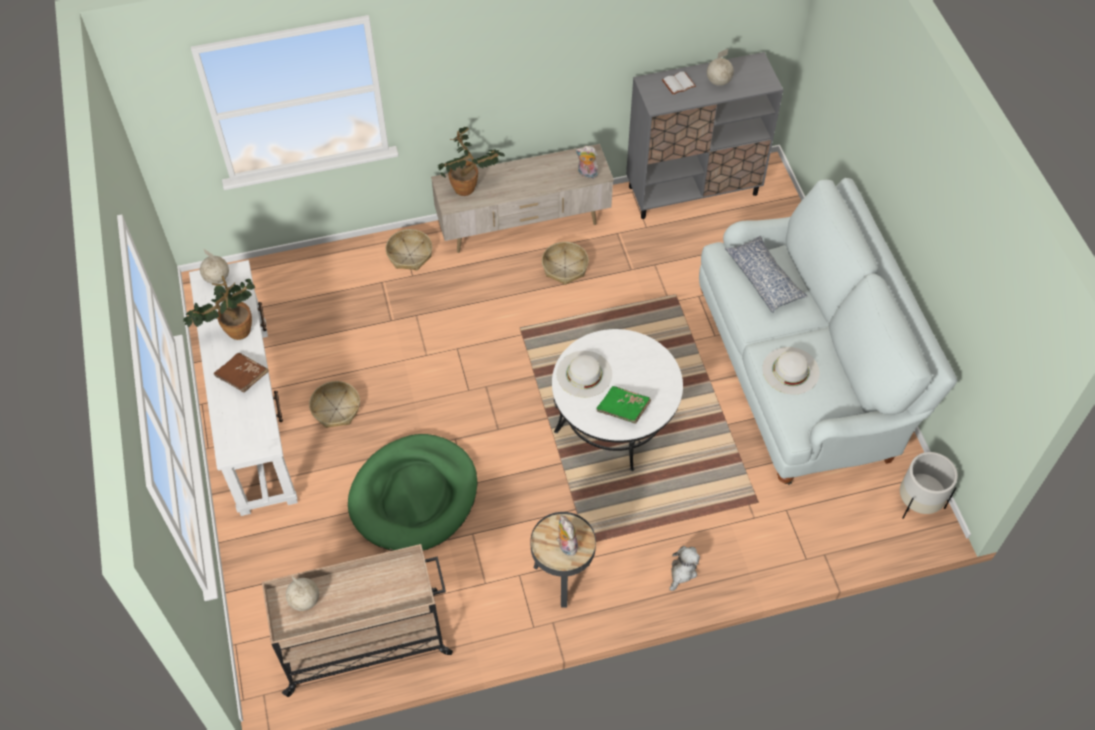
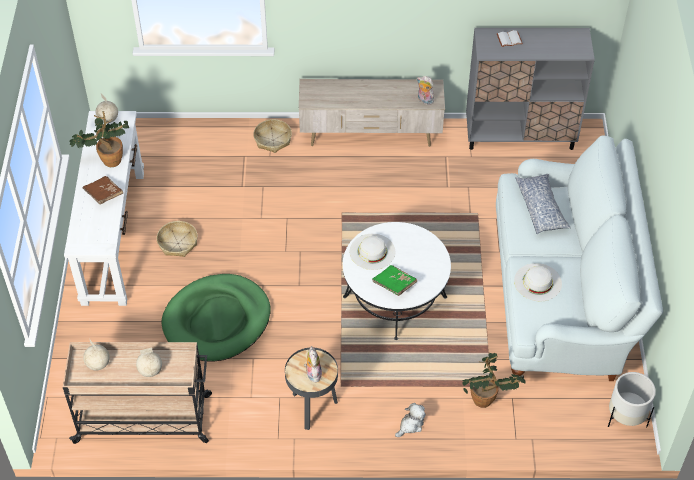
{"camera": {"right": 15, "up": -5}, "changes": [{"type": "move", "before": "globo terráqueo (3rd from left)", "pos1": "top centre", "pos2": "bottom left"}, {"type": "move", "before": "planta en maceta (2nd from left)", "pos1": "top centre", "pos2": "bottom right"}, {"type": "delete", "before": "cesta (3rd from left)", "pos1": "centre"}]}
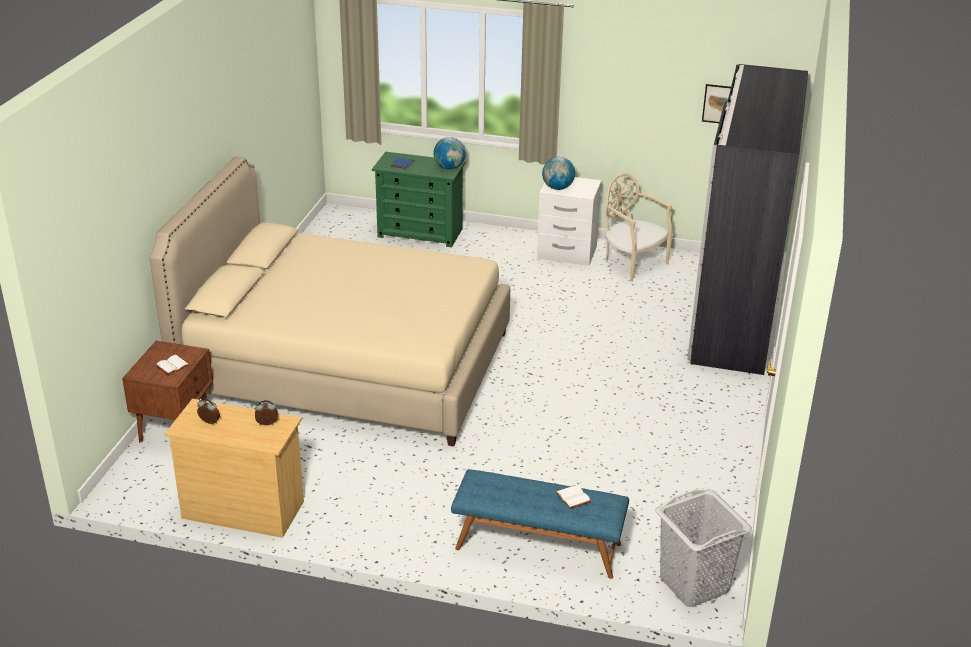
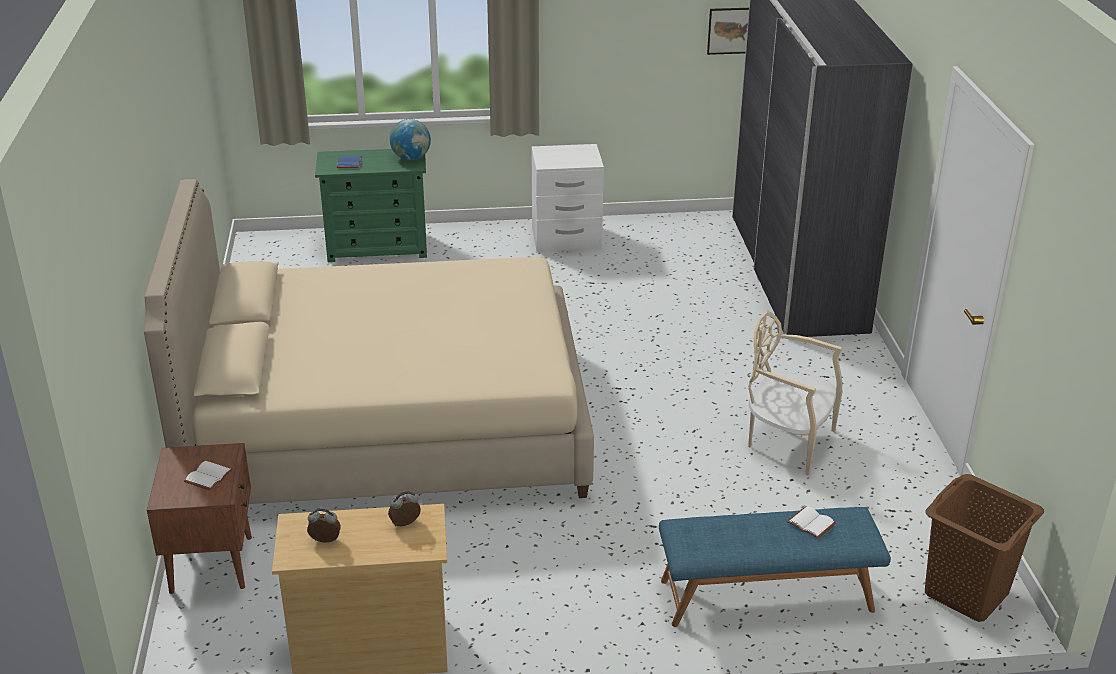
{"camera": {"right": -20, "up": 0}, "changes": [{"type": "move", "before": "silla [beis]", "pos1": "centre", "pos2": "middle right"}, {"type": "recolor", "before": "cesto de la ropa [gris]", "after": "cesto de la ropa [marrón]", "pos1": "bottom right", "pos2": "bottom right"}, {"type": "delete", "before": "globo terráqueo (2nd from left)", "pos1": "top centre"}]}
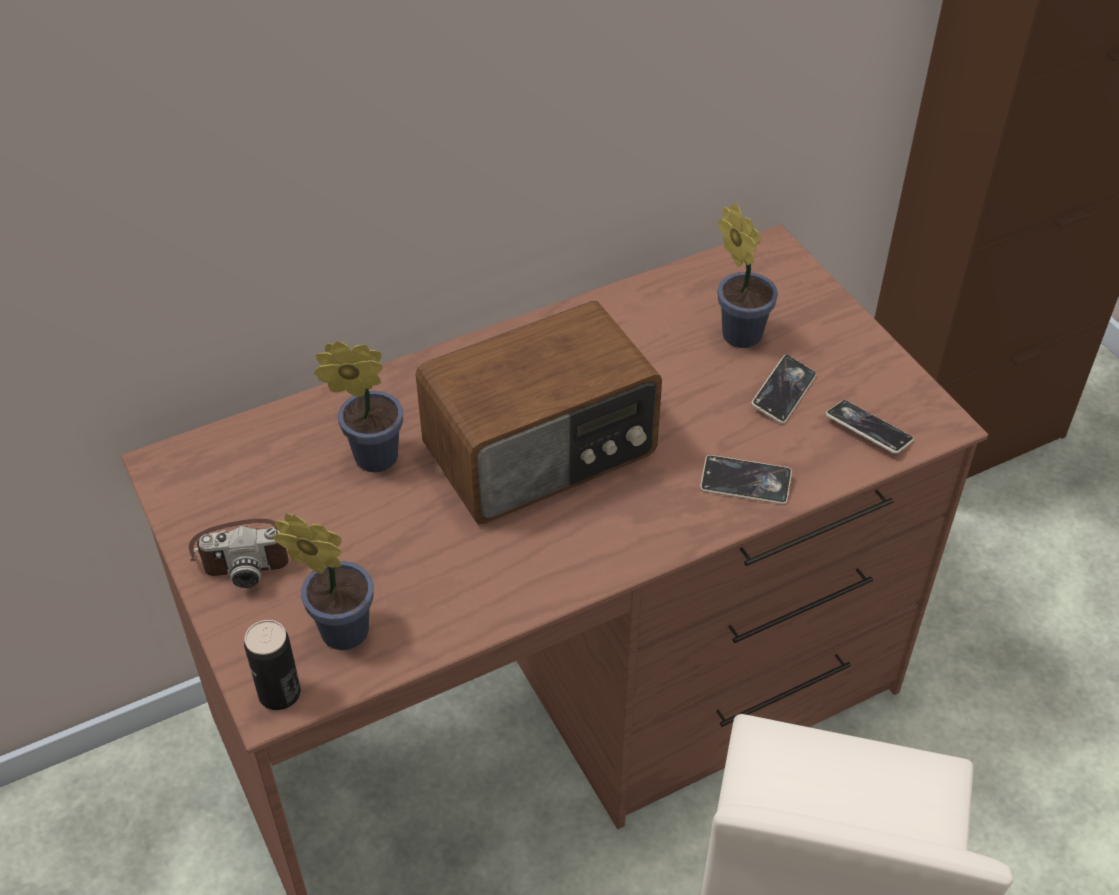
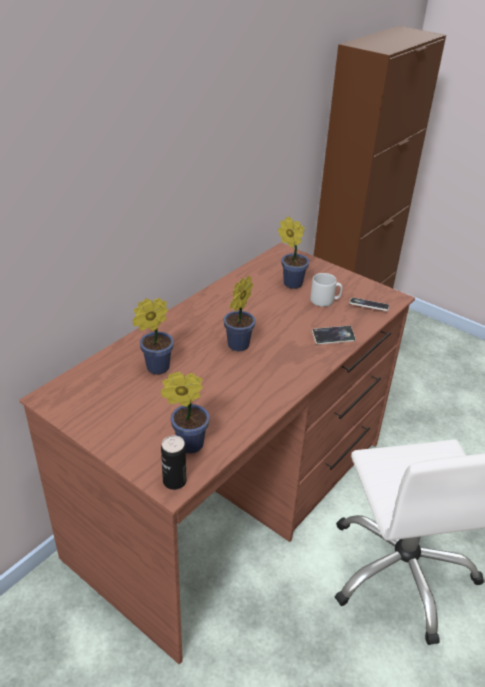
{"camera": {"right": -25, "up": -10}, "changes": [{"type": "replace", "before": "radio", "after": "planta en maceta (3rd from left)", "pos1": "centre", "pos2": "centre"}, {"type": "replace", "before": "móvil (2nd from left)", "after": "taza grande [gris]", "pos1": "middle right", "pos2": "middle right"}, {"type": "delete", "before": "cámara", "pos1": "middle left"}]}
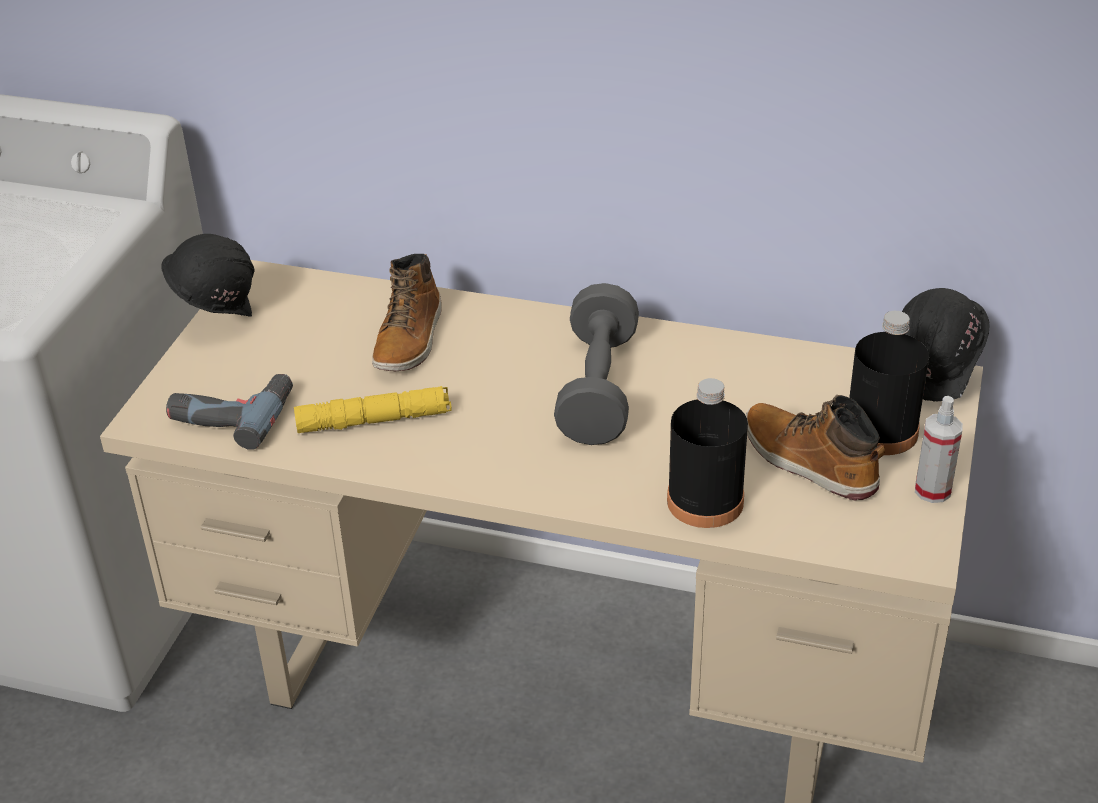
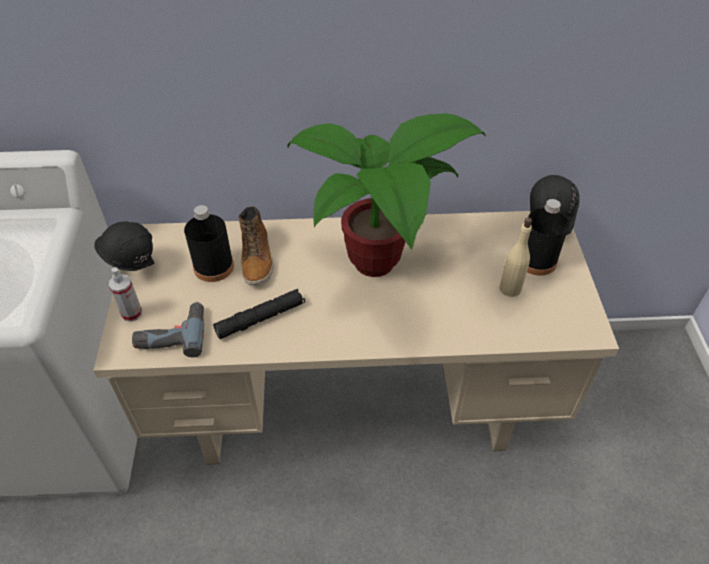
{"camera": {"right": -20, "up": 10}, "changes": [{"type": "move", "before": "pulverizador", "pos1": "middle right", "pos2": "middle left"}, {"type": "move", "before": "botella [negro] (1st from left)", "pos1": "centre", "pos2": "middle left"}, {"type": "recolor", "before": "linterna [amarillo]", "after": "linterna [negro]", "pos1": "centre", "pos2": "centre"}, {"type": "replace", "before": "mancuerna [gris]", "after": "planta en maceta", "pos1": "centre", "pos2": "centre"}, {"type": "replace", "before": "bota (2nd from left)", "after": "botella [beis]", "pos1": "middle right", "pos2": "middle right"}]}
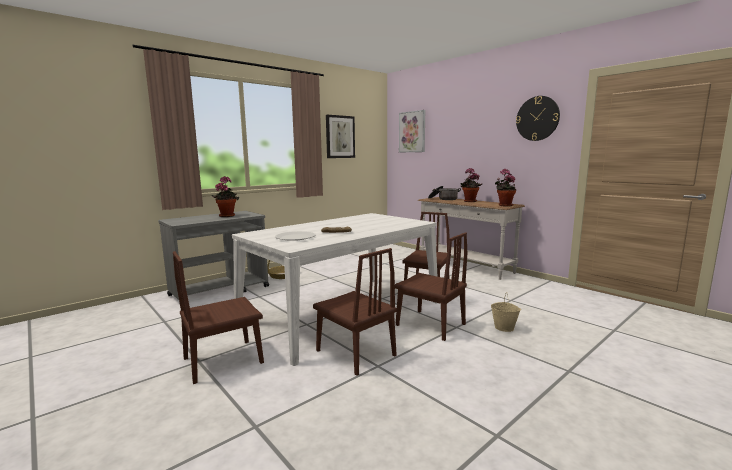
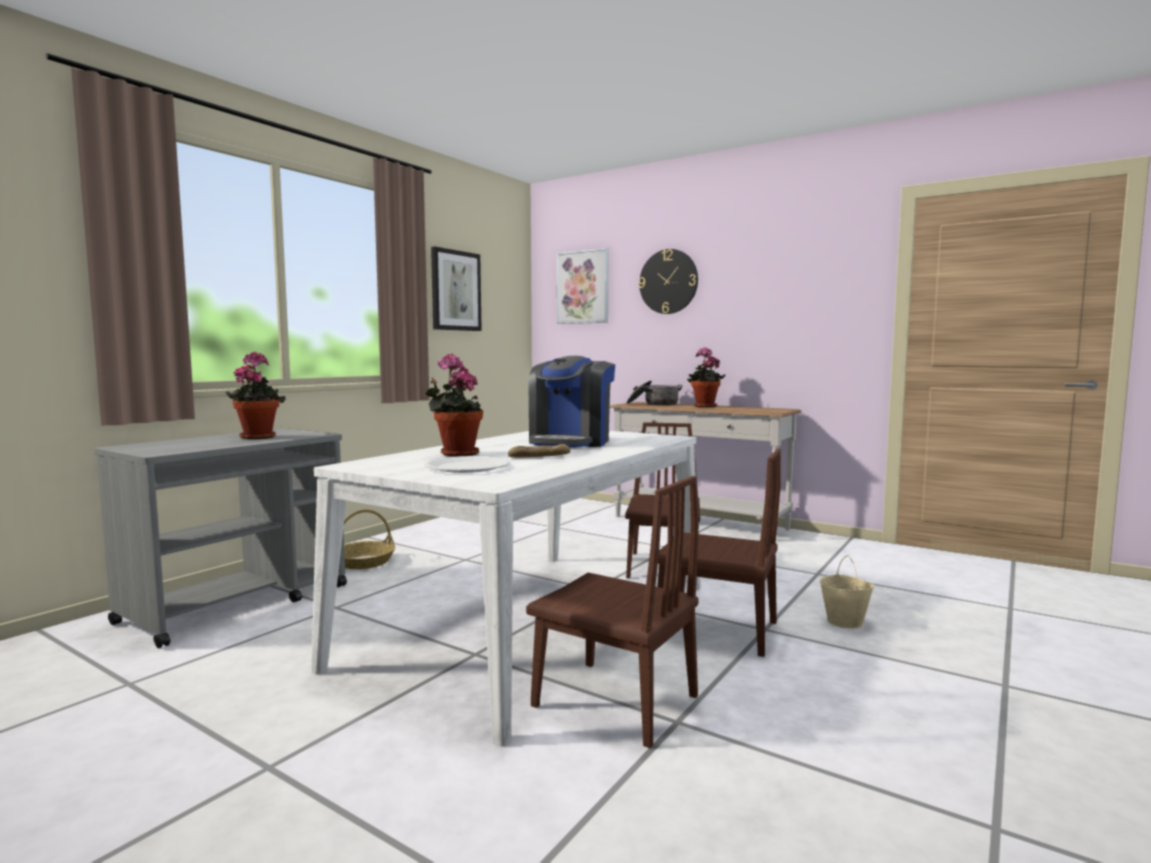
{"camera": {"right": -15, "up": -5}, "changes": [{"type": "move", "before": "planta en maceta (3rd from left in the first image)", "after": "planta en maceta (2nd from left)", "pos1": "middle right", "pos2": "centre"}, {"type": "insert", "after": "cafetera", "pos2": "centre"}, {"type": "move", "before": "reloj de pared", "pos1": "top right", "pos2": "top centre"}, {"type": "delete", "before": "silla [marrón] (1st from left)", "pos1": "bottom left"}]}
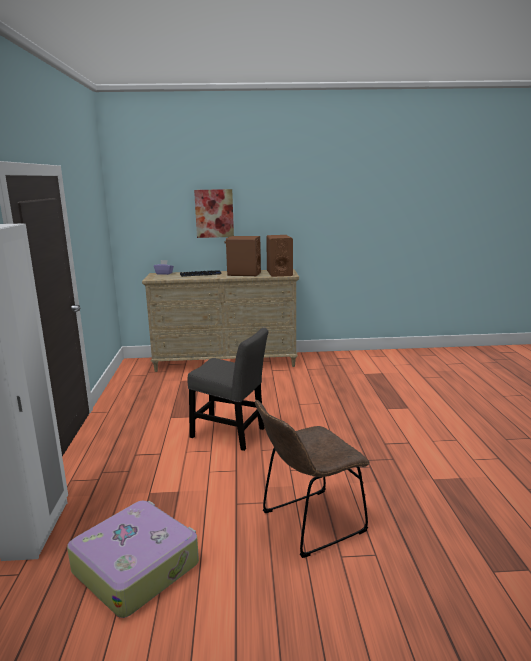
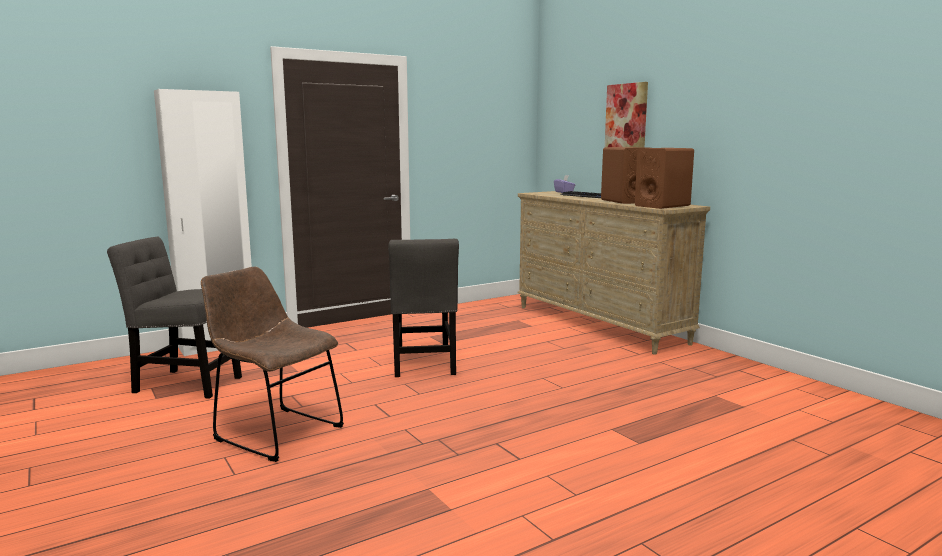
{"camera": {"right": 60, "up": -5}, "changes": [{"type": "replace", "before": "maleta", "after": "silla [gris] (1st from left)", "pos1": "bottom left", "pos2": "middle left"}]}
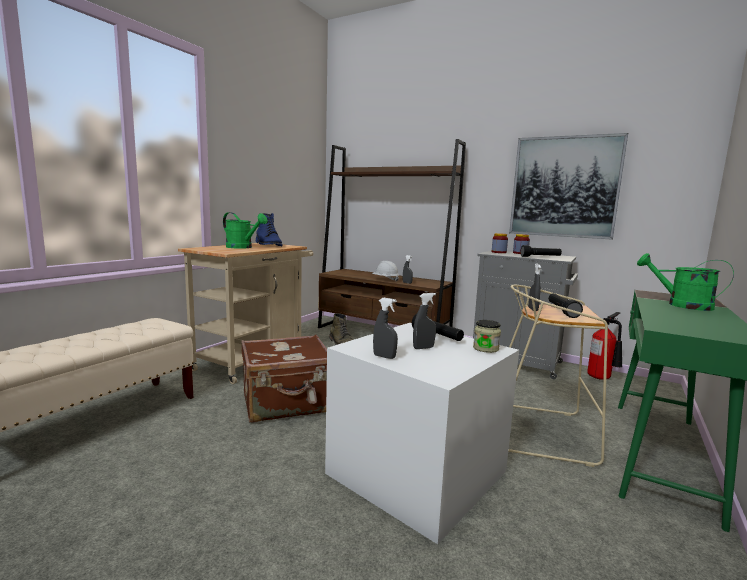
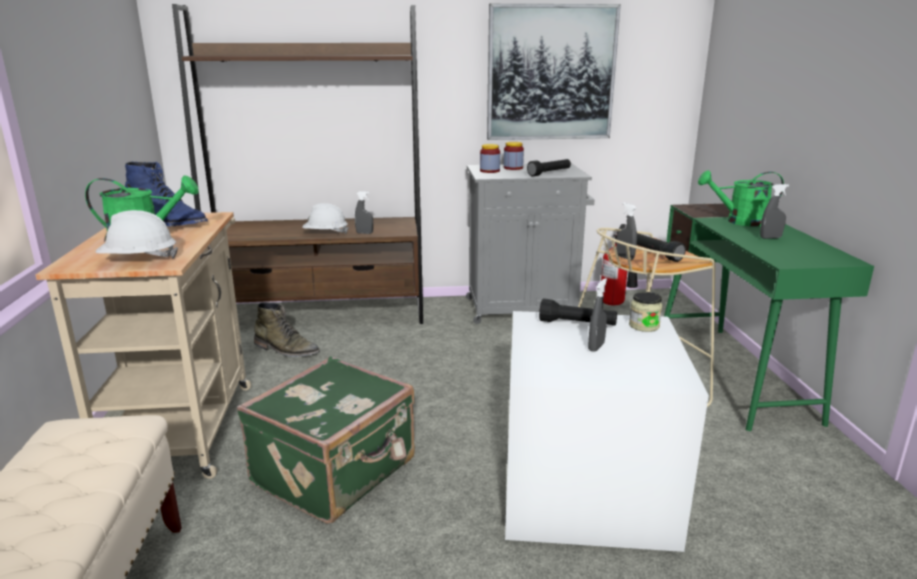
{"camera": {"right": -35, "up": 10}, "changes": [{"type": "insert", "after": "casco [blanco] (1st from left)", "pos2": "middle left"}, {"type": "recolor", "before": "maleta [marrón]", "after": "maleta [verde]", "pos1": "centre", "pos2": "bottom centre"}, {"type": "move", "before": "pulverizador [gris] (1st from left in the first image)", "after": "pulverizador [gris] (4th from left)", "pos1": "centre", "pos2": "middle right"}]}
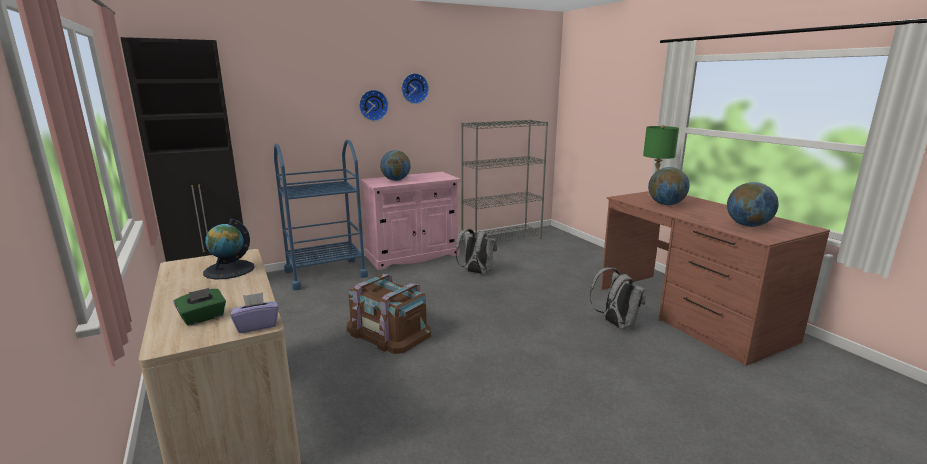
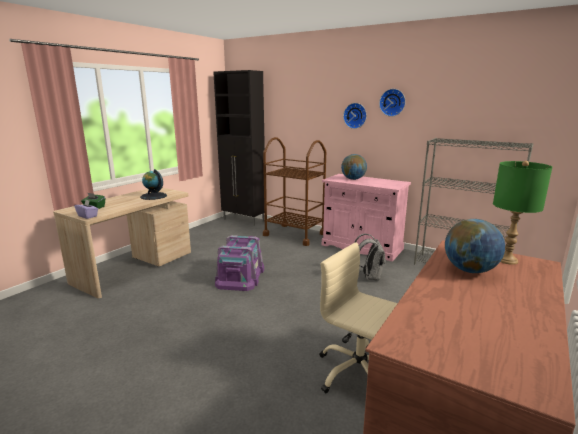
{"camera": {"right": 60, "up": 0}, "changes": [{"type": "recolor", "before": "caja de almacenaje [marrón]", "after": "caja de almacenaje [morado]", "pos1": "bottom centre", "pos2": "centre"}, {"type": "recolor", "before": "carrito [azul]", "after": "carrito [marrón]", "pos1": "centre", "pos2": "centre"}, {"type": "replace", "before": "mochila [gris] (2nd from left)", "after": "silla de oficina [beis]", "pos1": "middle right", "pos2": "bottom centre"}, {"type": "delete", "before": "globo terráqueo (4th from left)", "pos1": "middle right"}]}
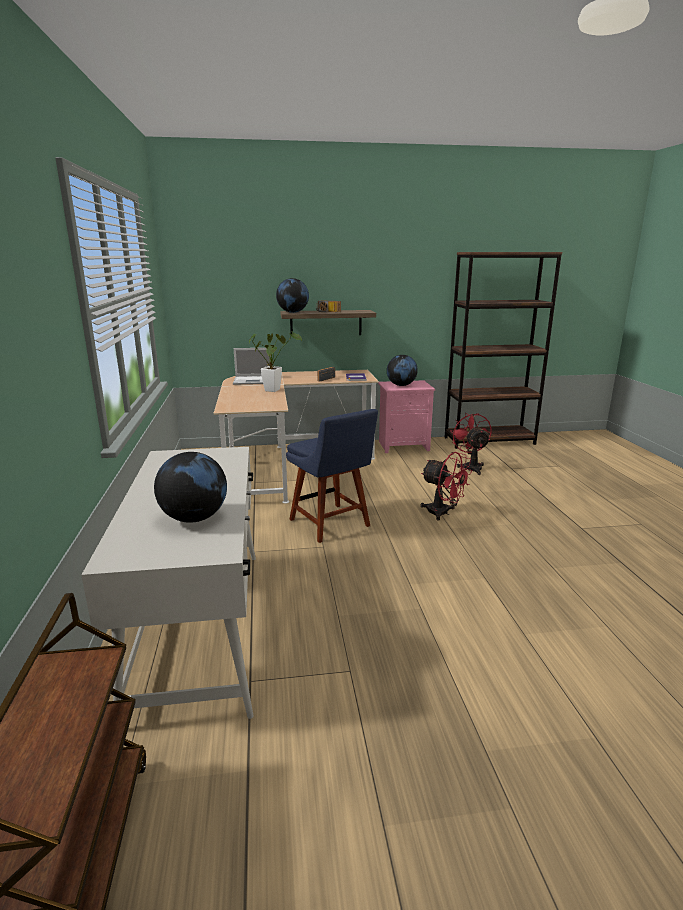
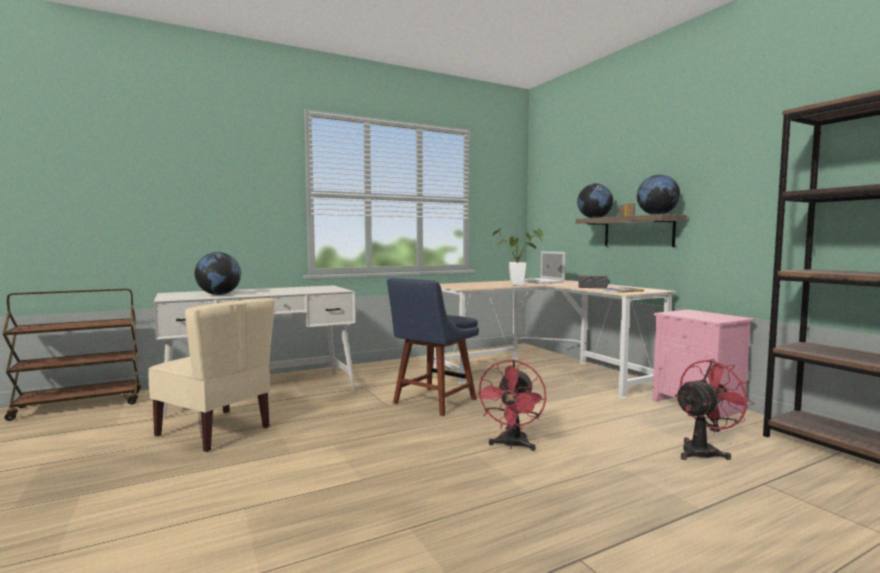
{"camera": {"right": 70, "up": -15}, "changes": [{"type": "insert", "after": "silla [beis]", "pos2": "middle left"}, {"type": "move", "before": "globo terráqueo (3rd from left)", "pos1": "centre", "pos2": "middle right"}]}
